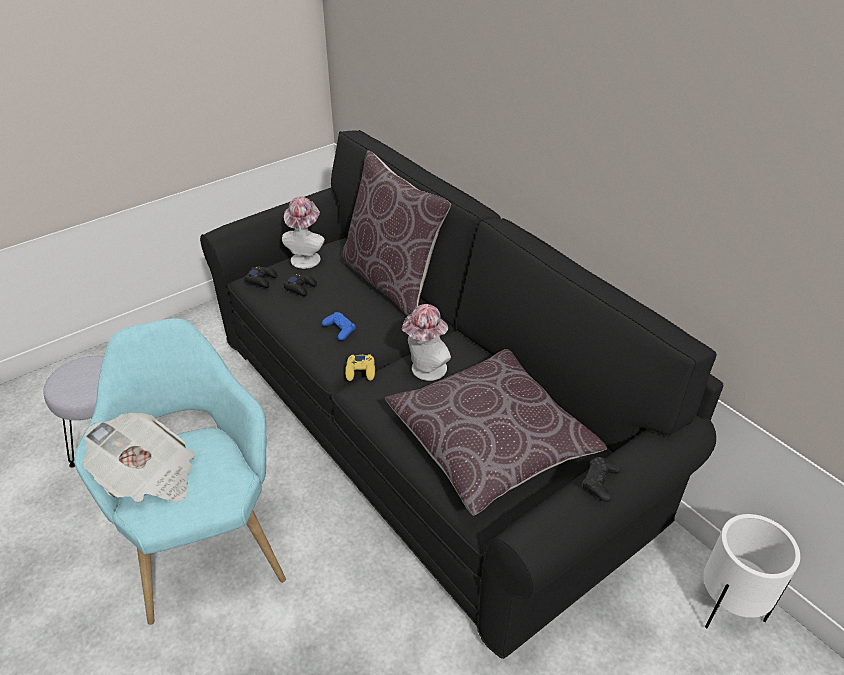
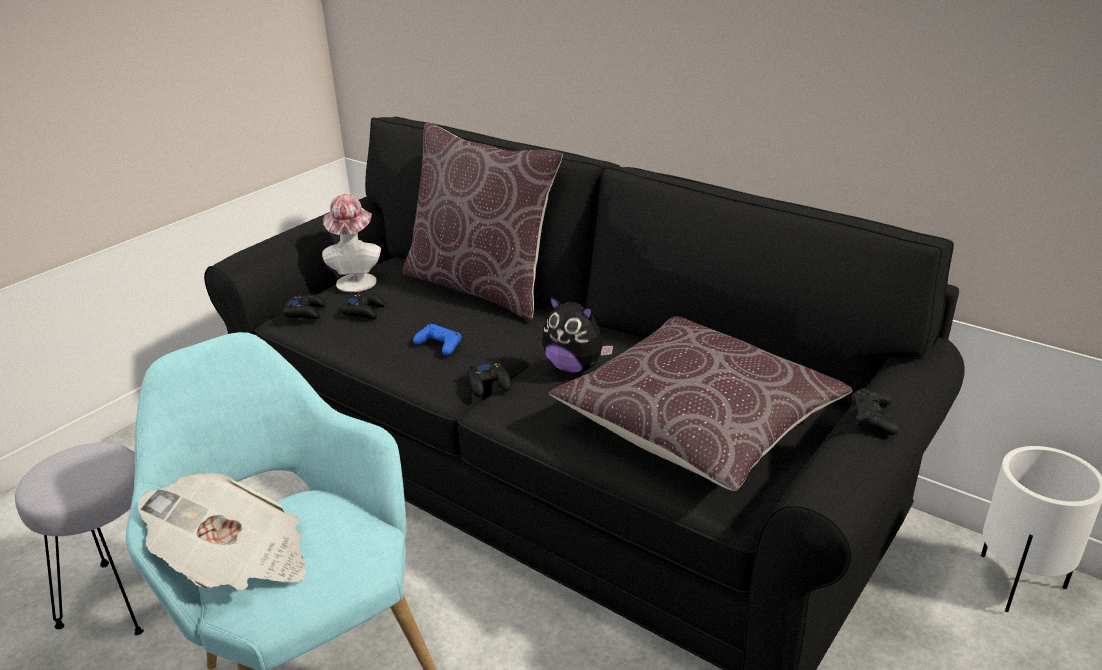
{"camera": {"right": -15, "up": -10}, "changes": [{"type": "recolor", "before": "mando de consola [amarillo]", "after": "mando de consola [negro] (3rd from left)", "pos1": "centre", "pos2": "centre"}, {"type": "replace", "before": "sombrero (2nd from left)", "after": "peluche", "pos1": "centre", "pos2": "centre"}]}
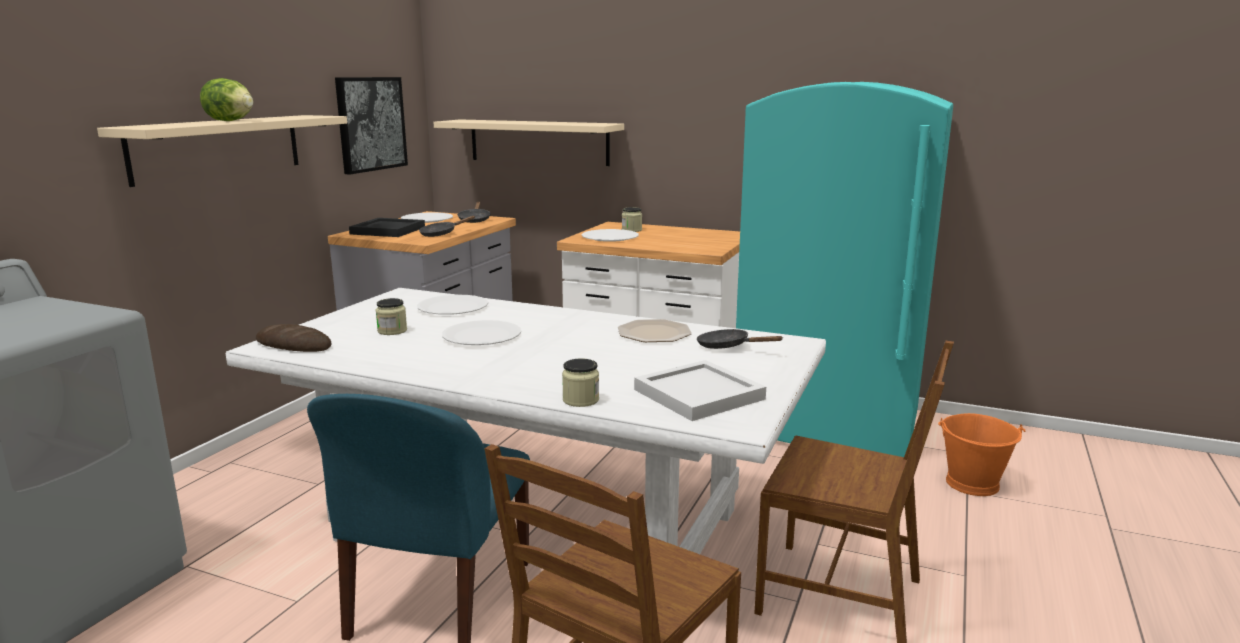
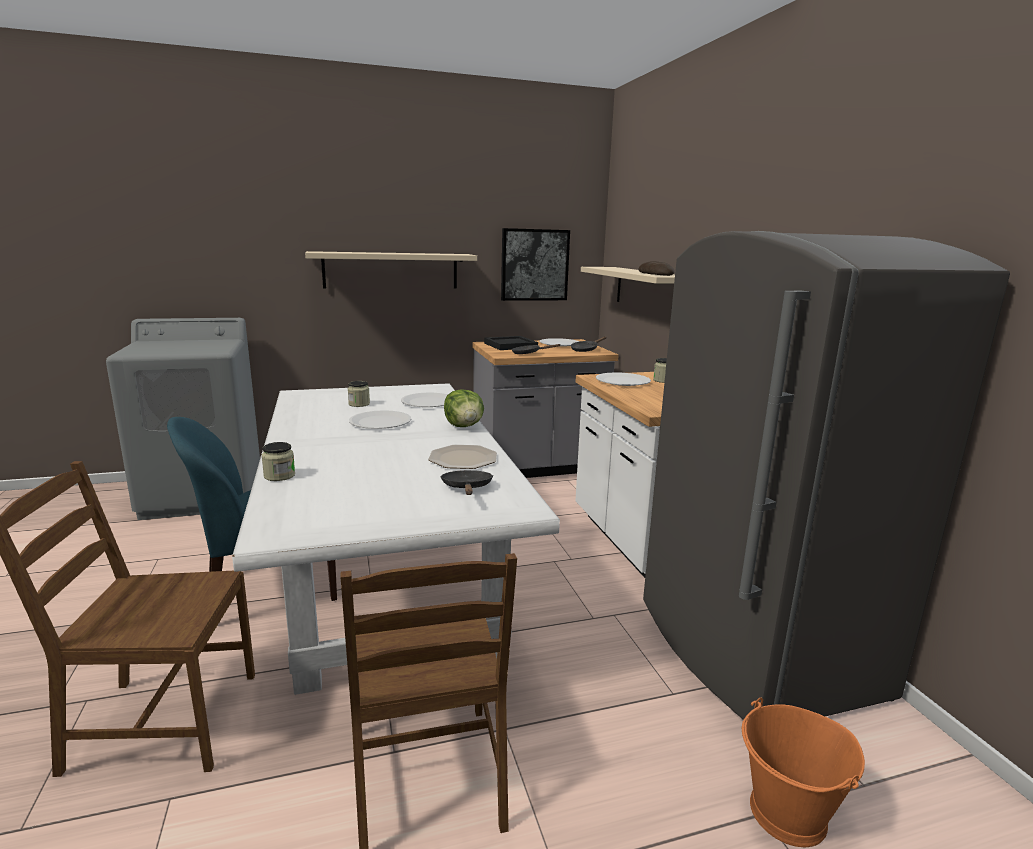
{"camera": {"right": 50, "up": 0}, "changes": [{"type": "move", "before": "lechuga", "pos1": "top left", "pos2": "centre"}, {"type": "move", "before": "pan", "pos1": "middle left", "pos2": "top centre"}, {"type": "recolor", "before": "nevera [turquesa]", "after": "nevera [gris]", "pos1": "middle right", "pos2": "middle right"}, {"type": "delete", "before": "bandeja [blanco]", "pos1": "centre"}]}
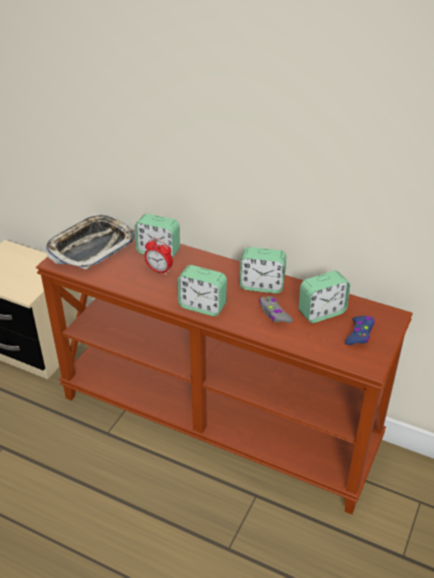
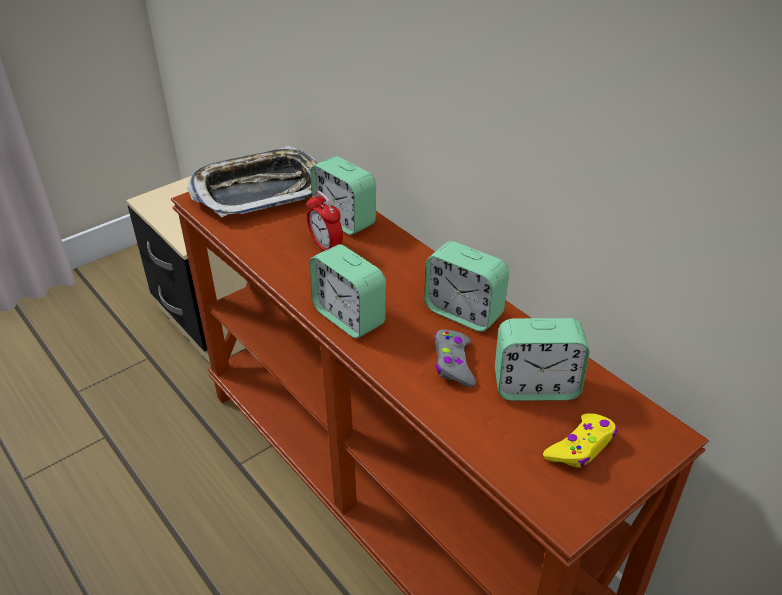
{"camera": {"right": 25, "up": 0}, "changes": [{"type": "recolor", "before": "mando de consola [azul]", "after": "mando de consola [amarillo]", "pos1": "middle right", "pos2": "bottom right"}]}
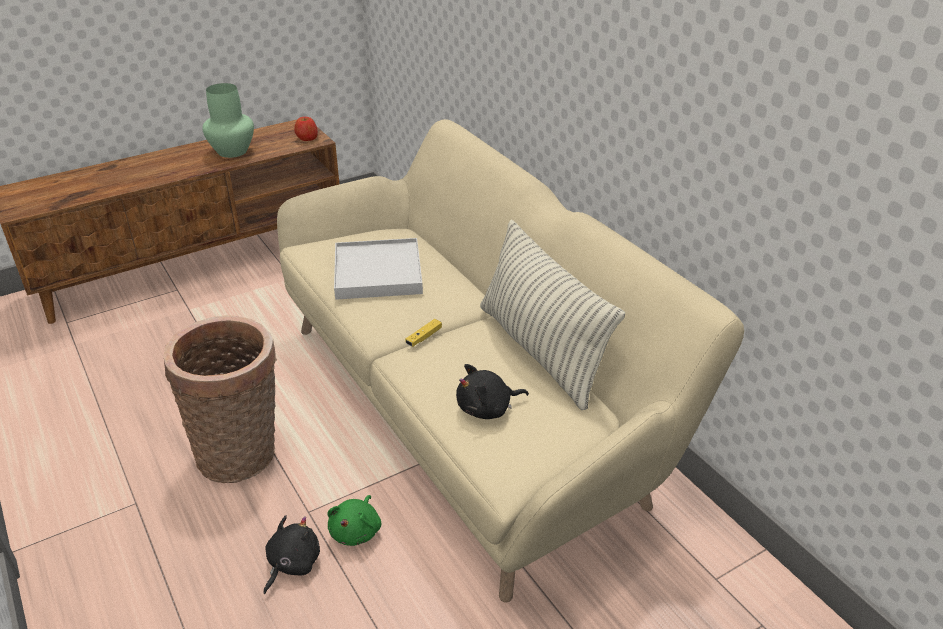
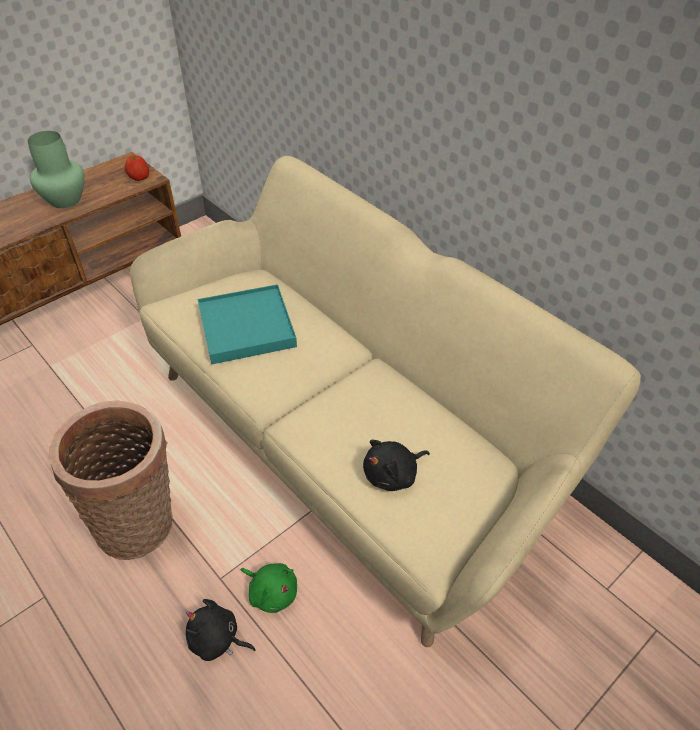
{"camera": {"right": -10, "up": 10}, "changes": [{"type": "rotate", "before": "peluche [negro] (1st from left)", "pos1": "bottom left", "pos2": "bottom left", "turn": -90}, {"type": "recolor", "before": "bandeja [blanco]", "after": "bandeja [turquesa]", "pos1": "centre", "pos2": "centre"}, {"type": "rotate", "before": "peluche [verde]", "pos1": "bottom centre", "pos2": "bottom centre", "turn": -60}, {"type": "delete", "before": "mando de consola [amarillo]", "pos1": "centre"}, {"type": "delete", "before": "cojín", "pos1": "centre"}]}
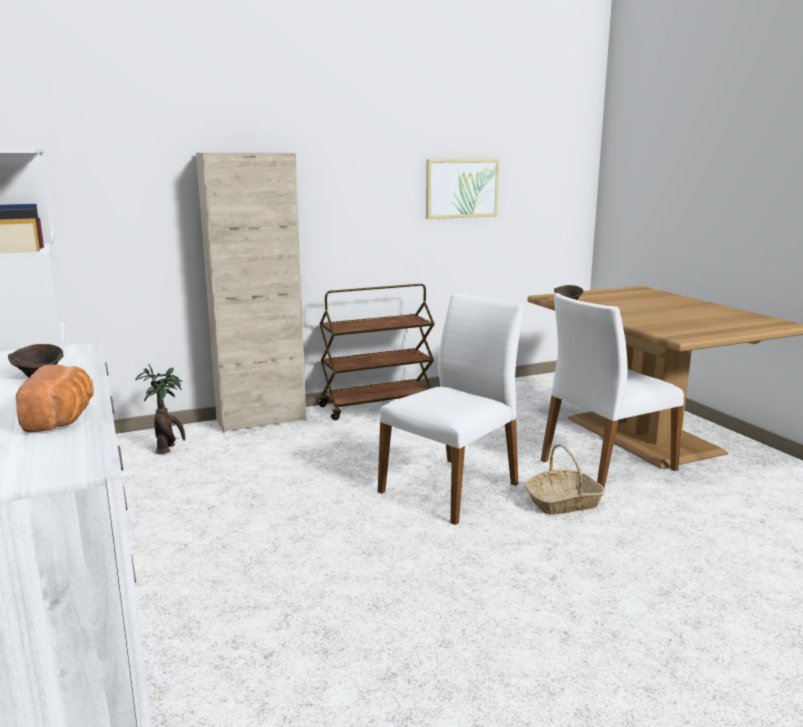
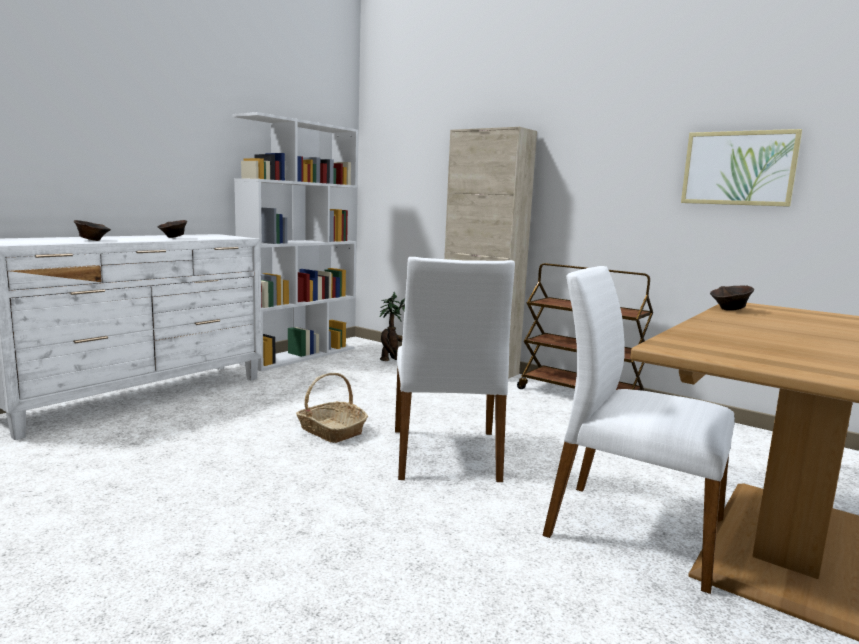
{"camera": {"right": 60, "up": -5}, "changes": [{"type": "replace", "before": "pan", "after": "cuenco [marrón] (1st from left)", "pos1": "middle left", "pos2": "middle left"}, {"type": "move", "before": "cesta", "pos1": "middle right", "pos2": "centre"}, {"type": "rotate", "before": "silla [blanco] (1st from left)", "pos1": "centre", "pos2": "centre", "turn": 75}]}
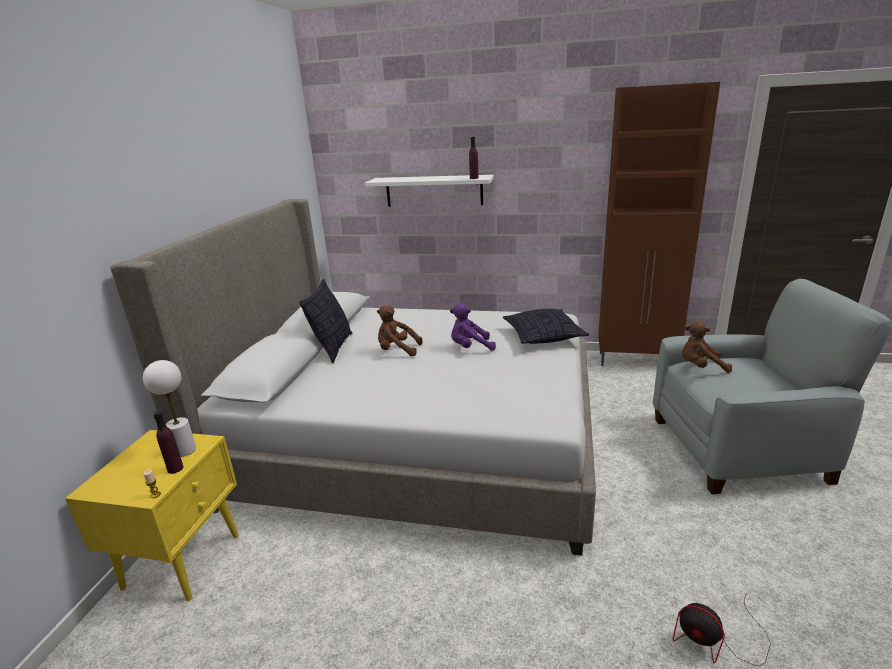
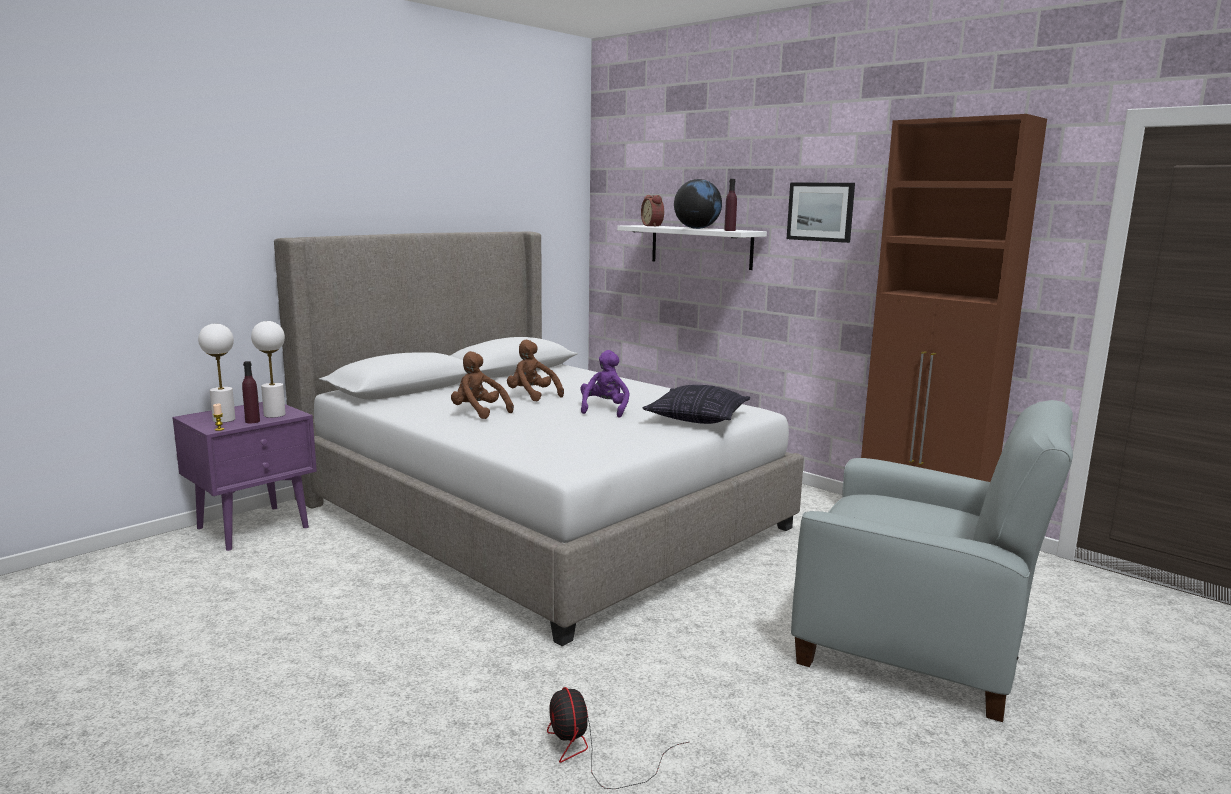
{"camera": {"right": 30, "up": -10}, "changes": [{"type": "recolor", "before": "mesita de noche [amarillo]", "after": "mesita de noche [morado]", "pos1": "bottom left", "pos2": "middle left"}, {"type": "insert", "after": "lámpara de mesa [blanco] (1st from left)", "pos2": "middle left"}, {"type": "move", "before": "peluche [marrón] (2nd from left in the first image)", "after": "peluche [marrón] (1st from left)", "pos1": "middle right", "pos2": "centre"}, {"type": "rotate", "before": "peluche [morado]", "pos1": "centre", "pos2": "centre", "turn": 75}, {"type": "insert", "after": "despertador", "pos2": "top centre"}, {"type": "insert", "after": "globo terráqueo", "pos2": "top centre"}, {"type": "insert", "after": "cuadro", "pos2": "top right"}, {"type": "delete", "before": "cojín (1st from left)", "pos1": "centre"}]}
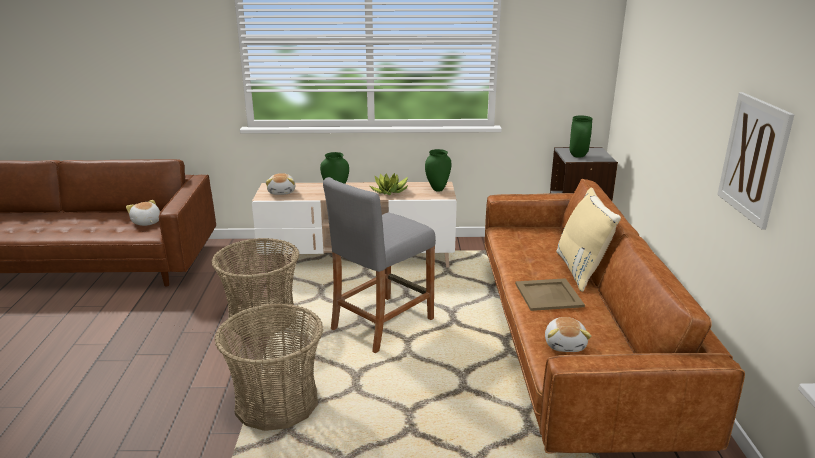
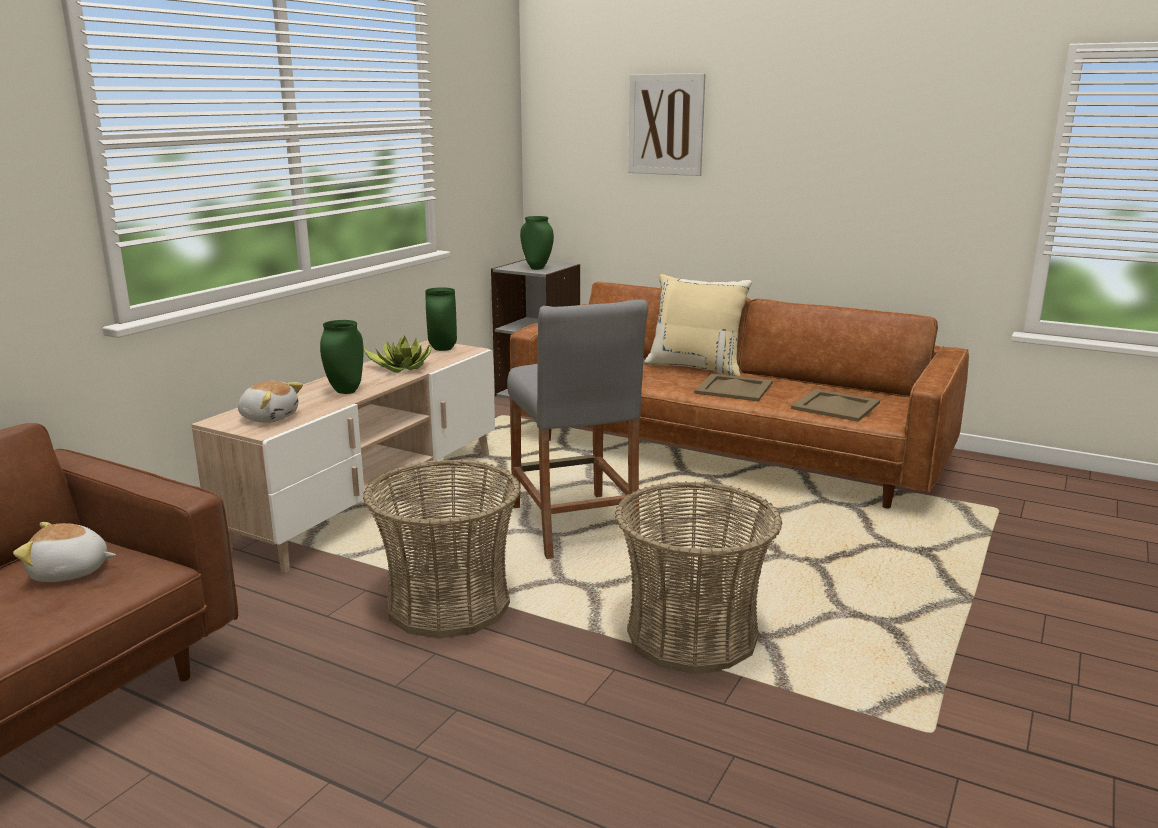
{"camera": {"right": -60, "up": -5}, "changes": [{"type": "move", "before": "cuadro", "pos1": "middle right", "pos2": "top centre"}, {"type": "replace", "before": "peluche (3rd from left)", "after": "bandeja [beis] (2nd from left)", "pos1": "bottom right", "pos2": "middle right"}]}
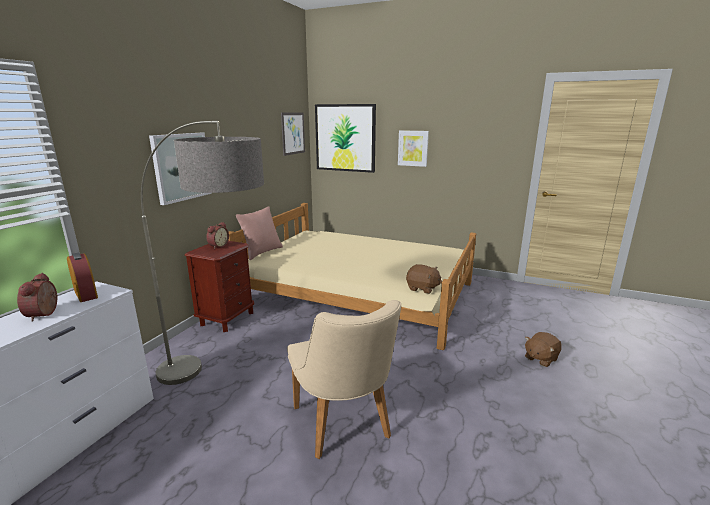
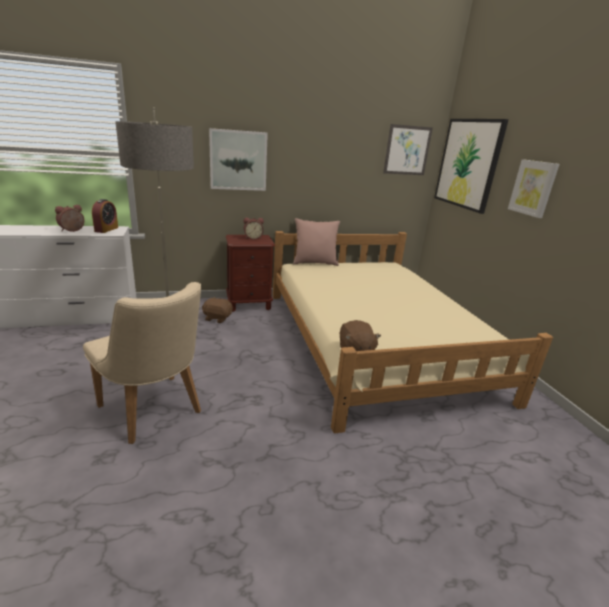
{"camera": {"right": 50, "up": 5}, "changes": [{"type": "rotate", "before": "silla [beis]", "pos1": "bottom centre", "pos2": "middle left", "turn": -75}, {"type": "move", "before": "peluche [marrón] (2nd from left in the first image)", "after": "peluche [marrón] (1st from left)", "pos1": "bottom right", "pos2": "centre"}]}
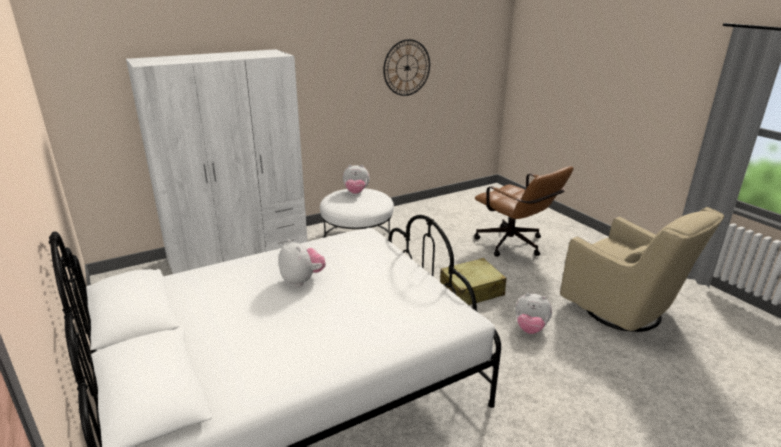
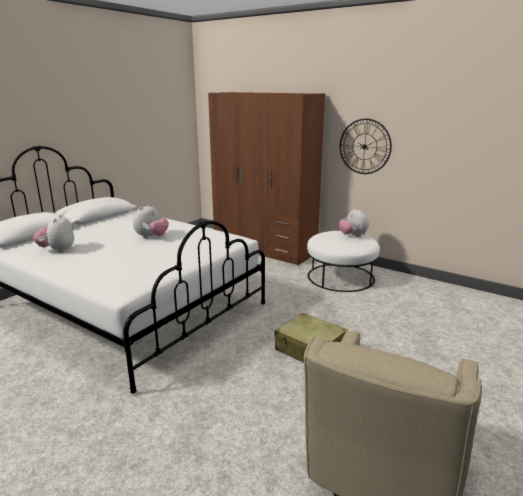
{"camera": {"right": 65, "up": -5}, "changes": [{"type": "move", "before": "peluche (3rd from left in the first image)", "after": "peluche (1st from left)", "pos1": "bottom right", "pos2": "middle left"}, {"type": "recolor", "before": "armario ropero [blanco]", "after": "armario ropero [marrón]", "pos1": "middle left", "pos2": "centre"}, {"type": "move", "before": "reloj de pared", "pos1": "top centre", "pos2": "top right"}, {"type": "delete", "before": "silla de oficina [marrón]", "pos1": "middle right"}]}
